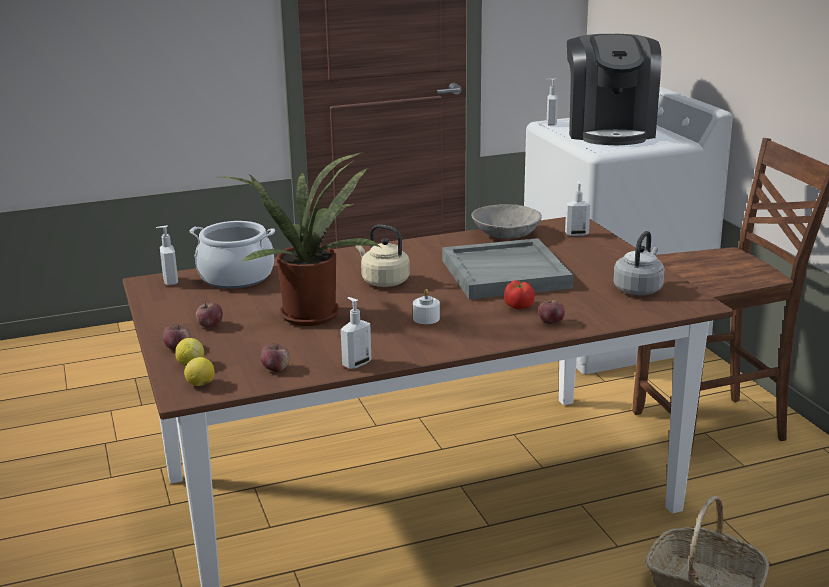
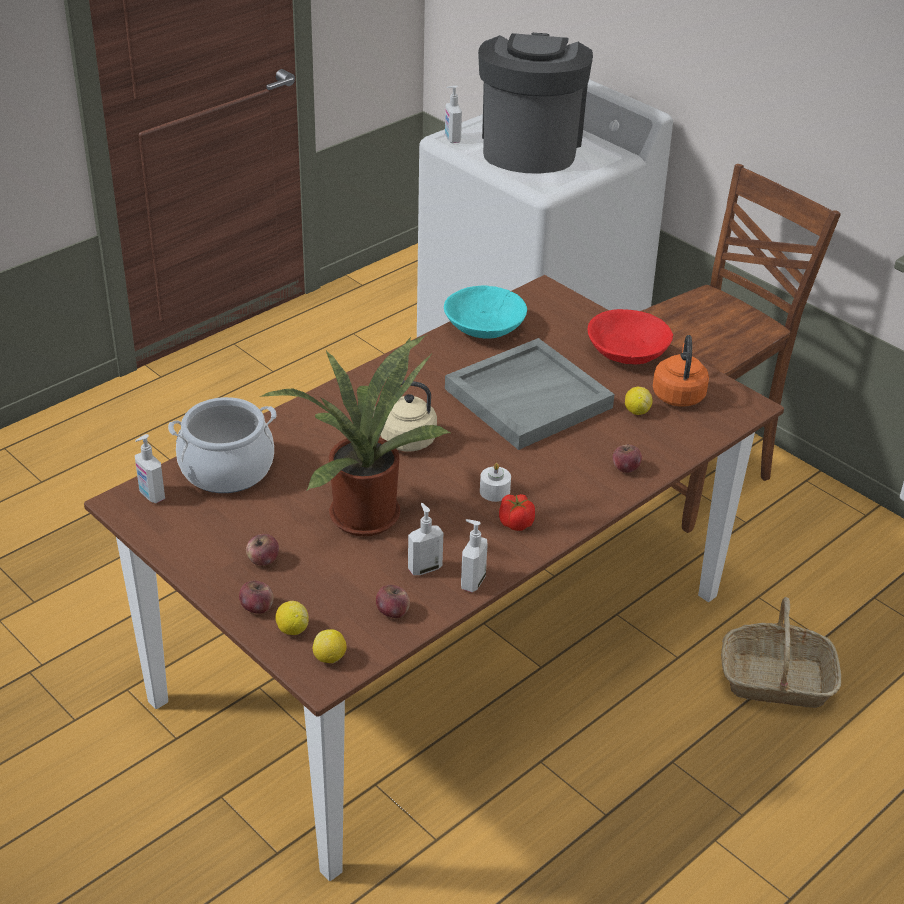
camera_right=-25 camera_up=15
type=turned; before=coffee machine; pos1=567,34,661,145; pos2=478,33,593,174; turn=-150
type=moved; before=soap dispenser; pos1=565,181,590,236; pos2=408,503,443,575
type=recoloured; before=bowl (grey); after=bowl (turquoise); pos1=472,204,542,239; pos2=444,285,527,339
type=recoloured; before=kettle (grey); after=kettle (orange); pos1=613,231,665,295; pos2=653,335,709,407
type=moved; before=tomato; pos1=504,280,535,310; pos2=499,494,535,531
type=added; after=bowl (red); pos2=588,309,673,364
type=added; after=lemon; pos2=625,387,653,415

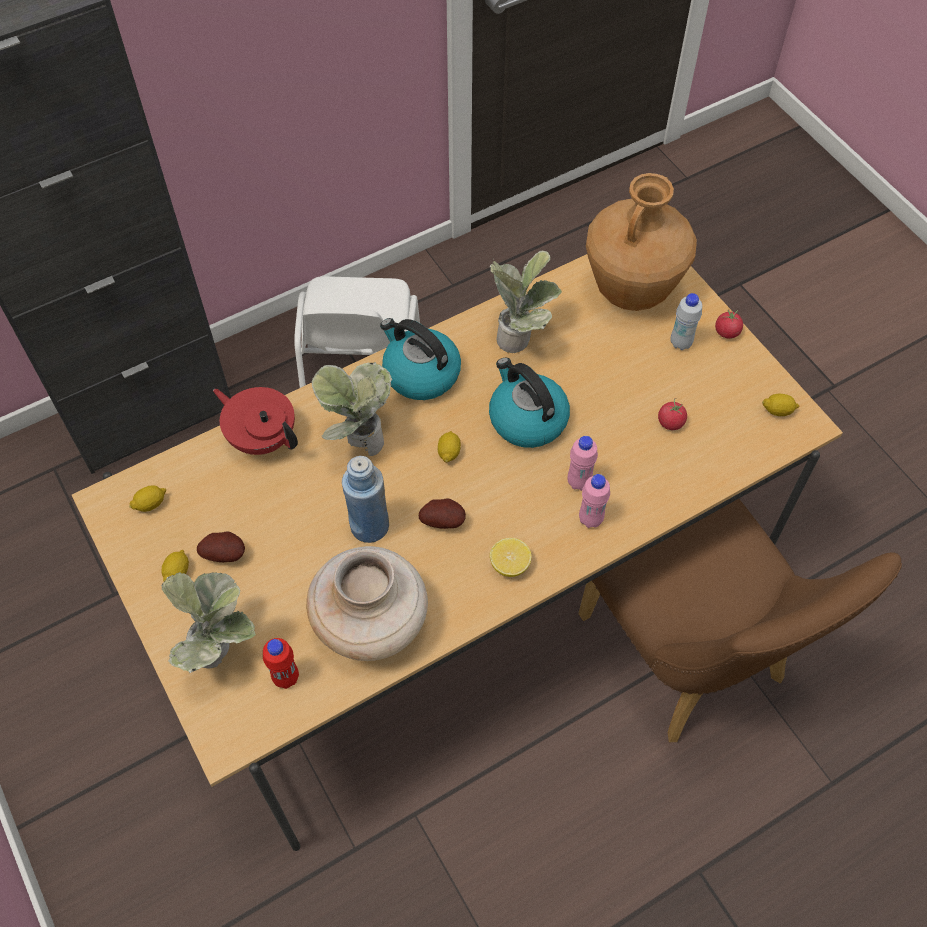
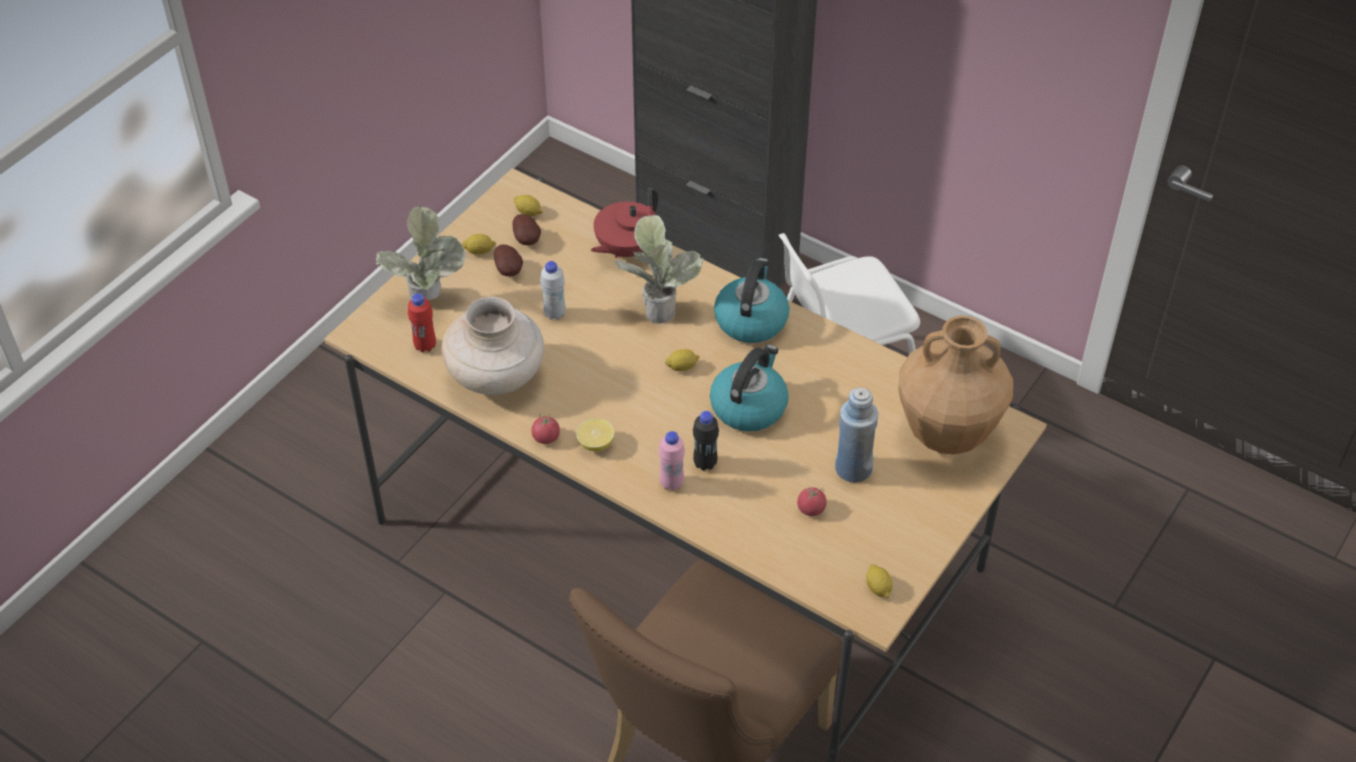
camera_right=65 camera_up=-10
type=removed; before=potted plant; pos1=489,251,562,353
type=moved; before=bottle (white); pos1=670,293,702,350; pos2=540,261,566,320
type=moved; before=tomato; pos1=715,310,743,339; pos2=531,414,560,444
type=turned; before=teapot (red); pos1=213,387,298,455; pos2=591,188,658,258; turn=-150
type=recoloured; before=bottle (pink); after=bottle (black); pos1=567,436,598,491; pos2=693,411,719,471
type=moved; before=bottle (blue); pos1=342,456,389,543; pos2=835,388,878,483
type=moved; before=potato; pos1=419,498,466,529; pos2=512,214,541,245

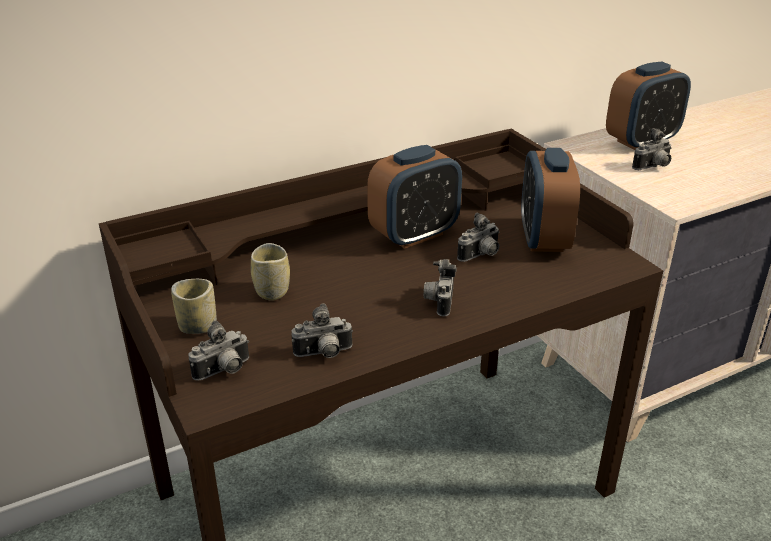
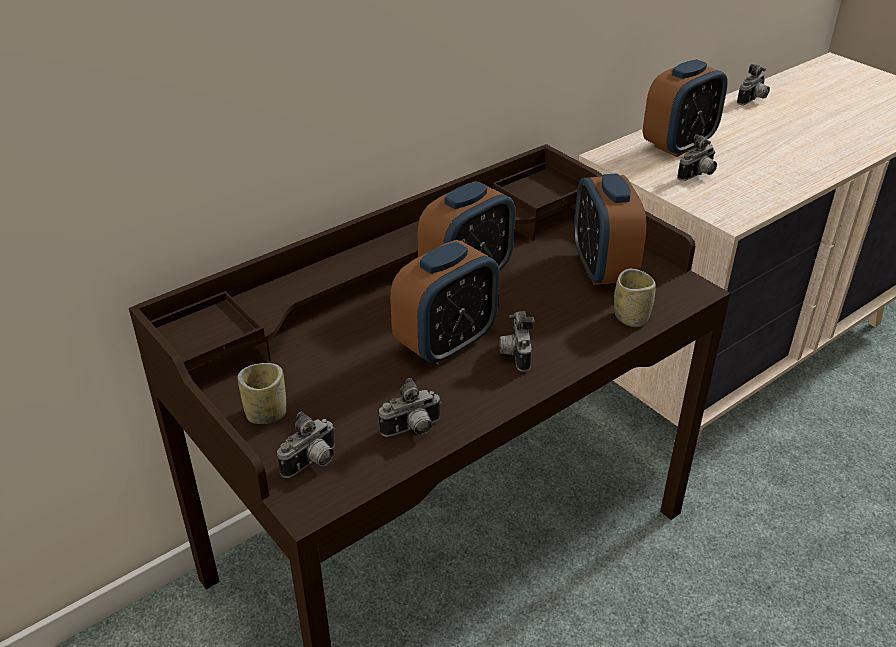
camera_right=-10 camera_up=5
type=moved; before=photo camera; pos1=457,212,500,262; pos2=737,64,770,105
type=moved; before=cup; pos1=251,243,290,301; pos2=614,269,656,327
type=added; after=alarm clock; pos2=390,240,500,365

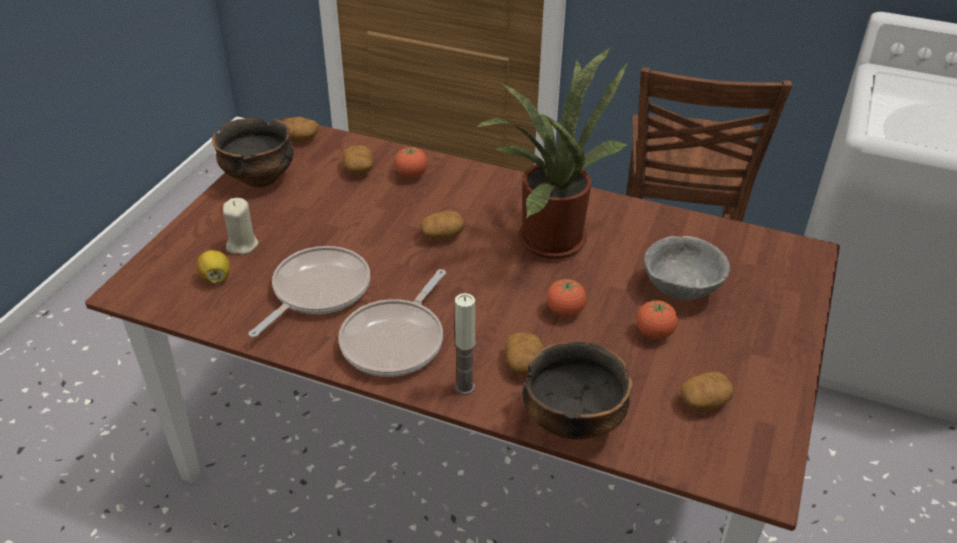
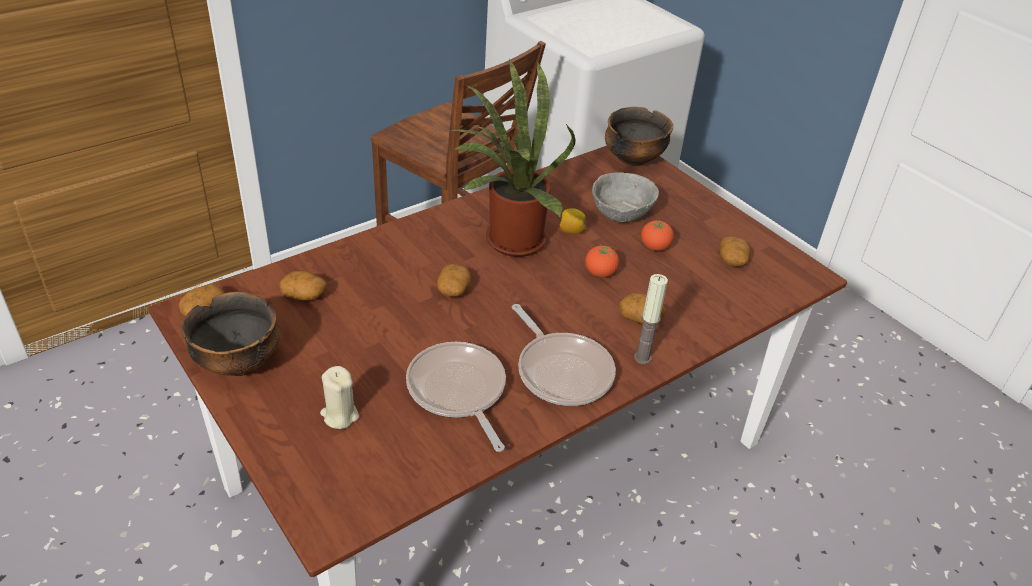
camera_right=-60 camera_up=0
type=removed; before=tomato; pos1=394,147,428,178
type=moved; before=lemon; pos1=196,250,230,284; pos2=559,208,586,234
type=moved; before=bowl; pos1=523,341,633,440; pos2=605,107,673,166

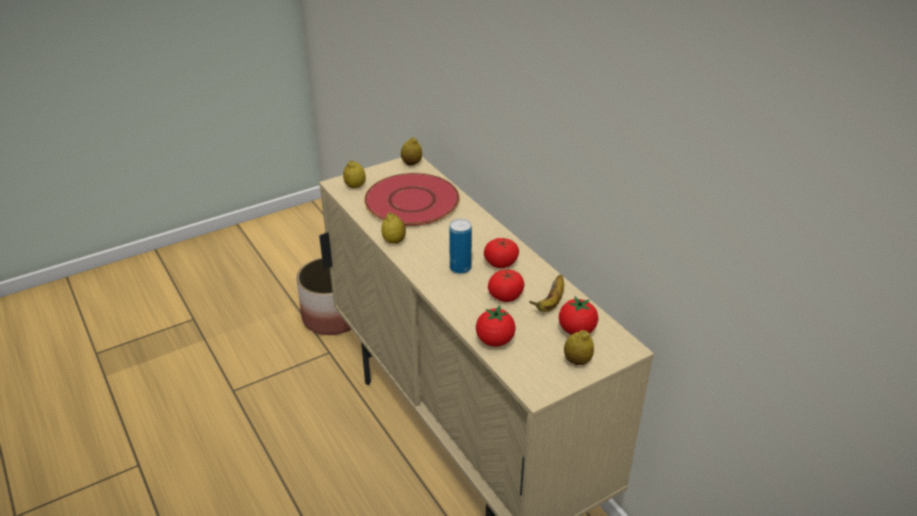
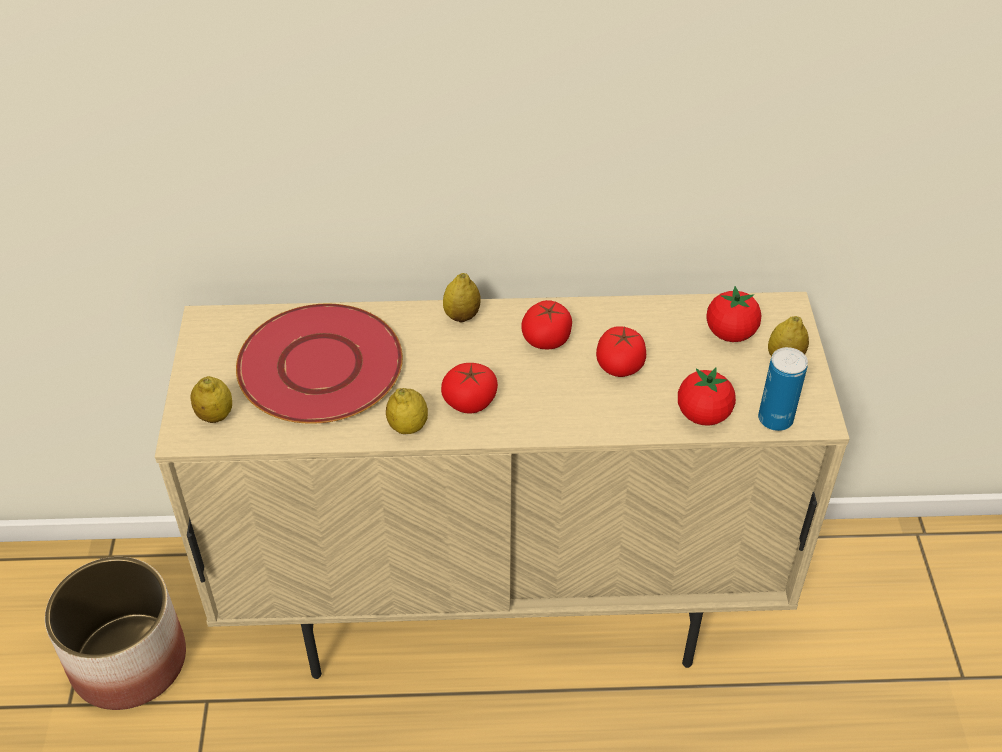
camera_right=-60 camera_up=10
type=moved; before=lemon; pos1=401,137,422,166; pos2=443,273,481,323
type=moved; before=can; pos1=449,219,472,274; pos2=758,347,808,431
type=removed; before=banana; pos1=529,275,564,312
type=added; after=tomato; pos2=441,363,498,414

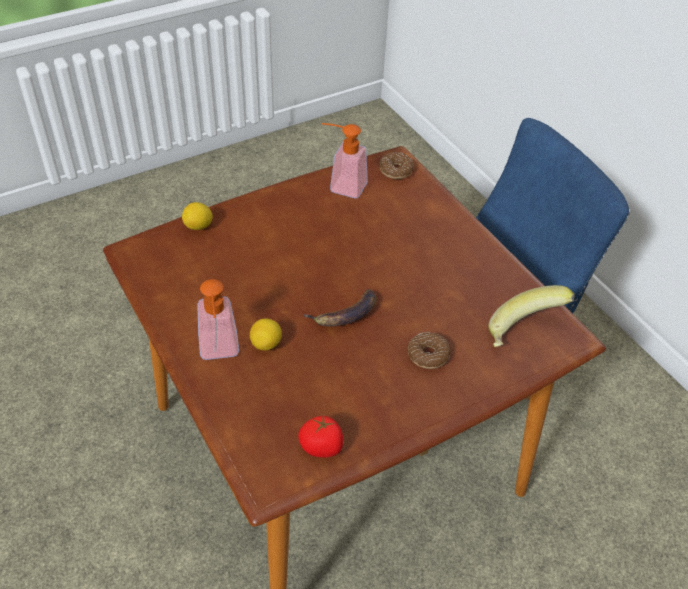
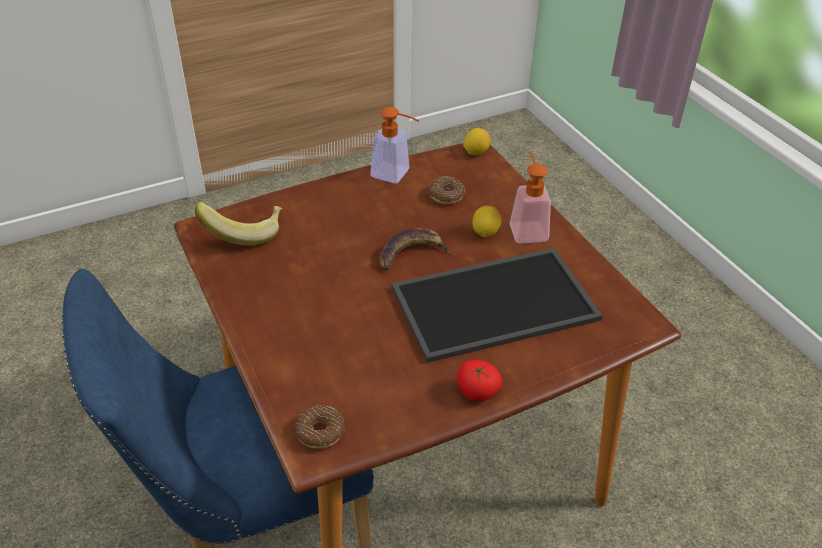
camera_right=-175 camera_up=-5
type=moved; before=soap dispenser; pos1=322,123,368,198; pos2=370,107,419,183
type=moved; before=lemon; pos1=182,202,213,230; pos2=463,128,491,155
type=moved; before=donut; pos1=407,332,451,369; pos2=428,176,465,204
type=moved; before=tomato; pos1=298,414,343,458; pos2=457,360,502,401
type=added; after=tray; pos2=392,248,603,363

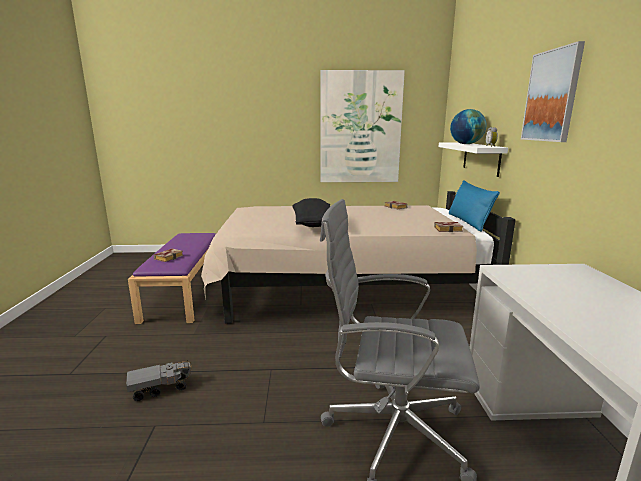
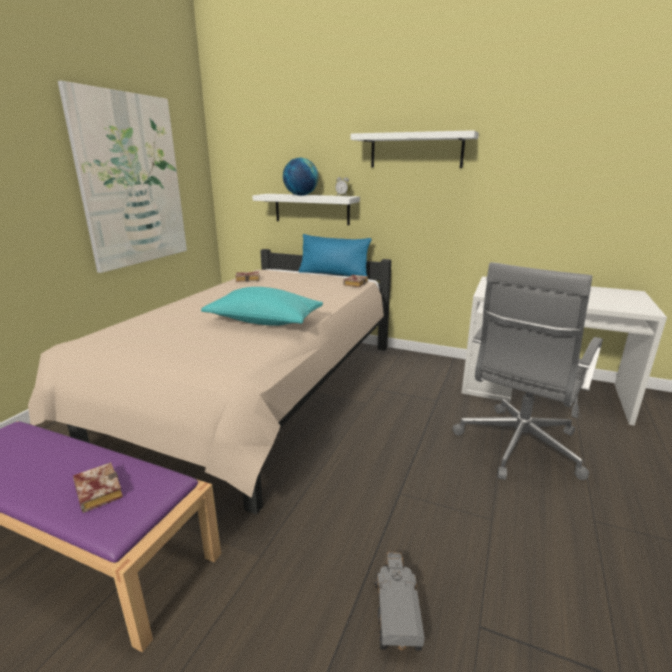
camera_right=-65 camera_up=5
type=replaced; before=picture; after=shelf (white); pos1=521,41,585,142; pos2=351,130,479,168
type=recoloured; before=pillow (black); after=pillow (turquoise); pos1=293,198,330,227; pos2=201,287,323,326

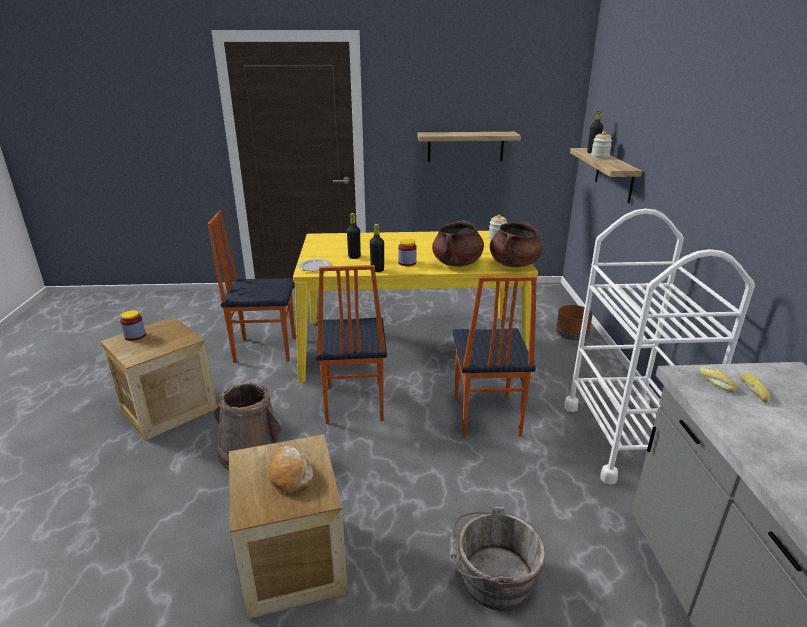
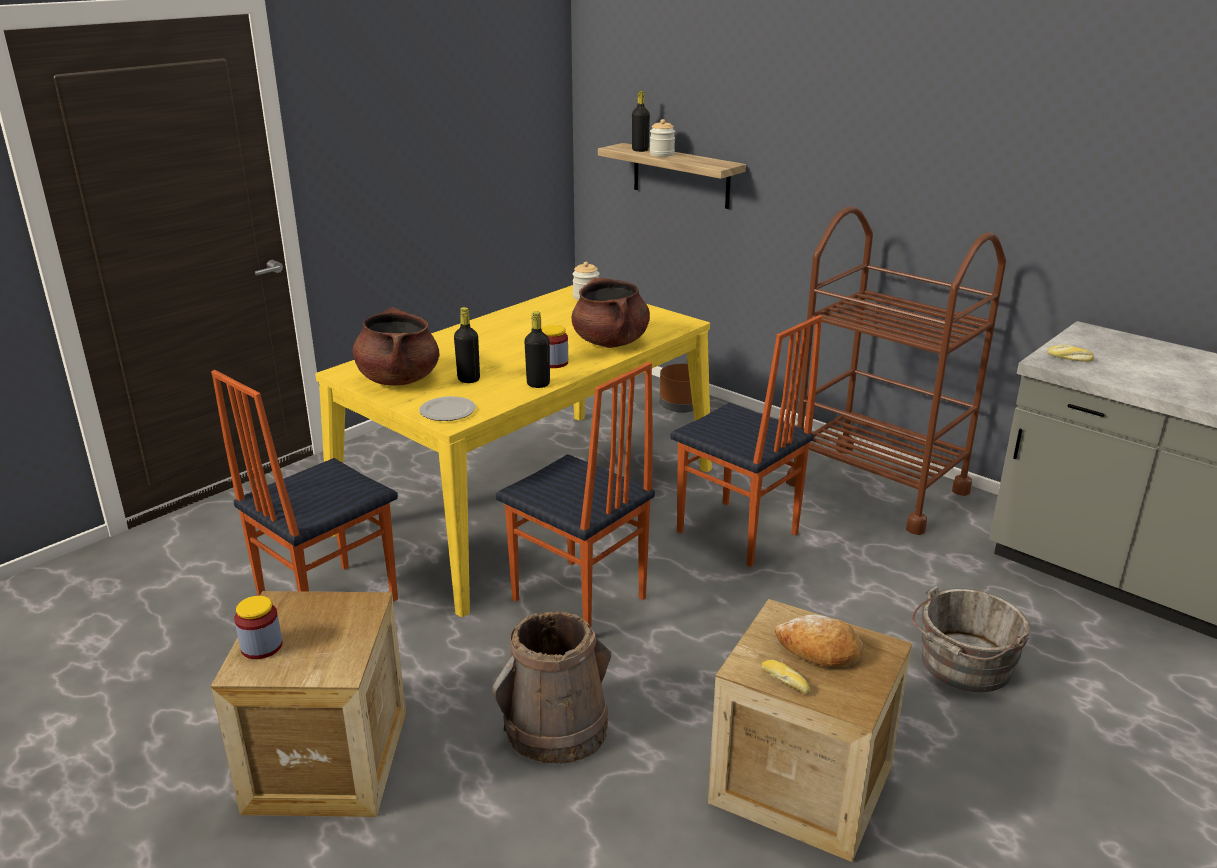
camera_right=-45 camera_up=0
type=removed; before=shelf; pos1=417,132,521,162
type=recoloured; before=cart (white); after=cart (brown); pos1=564,209,755,485; pos2=786,207,1006,535
type=moved; before=cooking pot (brown); pos1=490,221,542,267; pos2=352,307,439,386
type=moved; before=bread; pos1=740,374,770,403; pos2=762,660,810,695

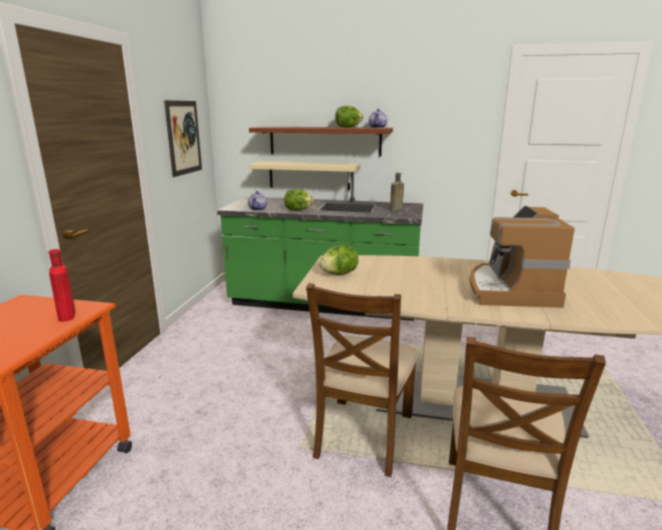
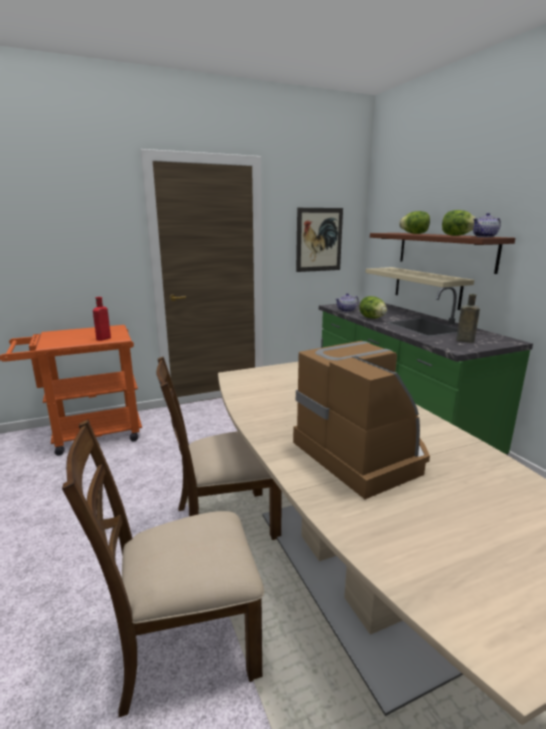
camera_right=55 camera_up=0
type=turned; before=coffee machine; pos1=469,206,575,308; pos2=293,341,430,499; turn=90
type=moved; before=lettuce; pos1=319,245,359,275; pos2=399,211,430,234

